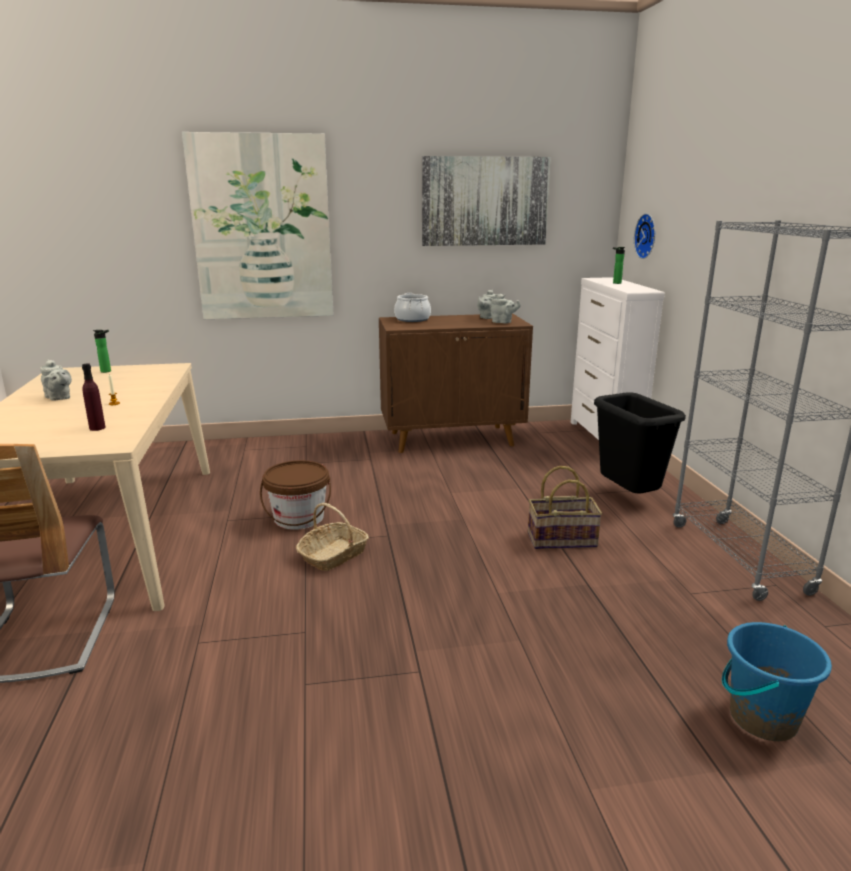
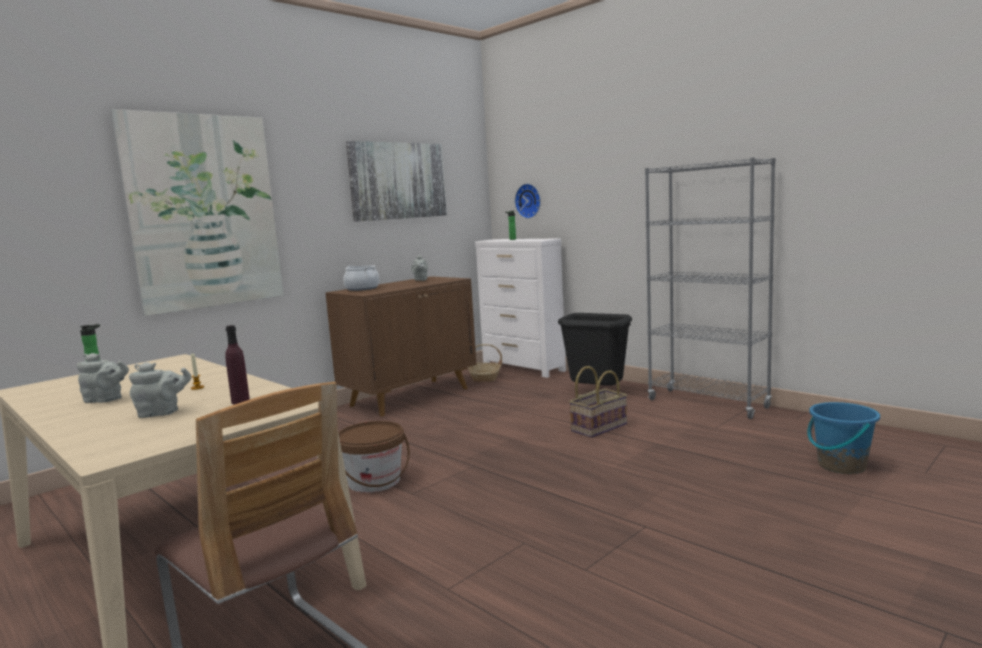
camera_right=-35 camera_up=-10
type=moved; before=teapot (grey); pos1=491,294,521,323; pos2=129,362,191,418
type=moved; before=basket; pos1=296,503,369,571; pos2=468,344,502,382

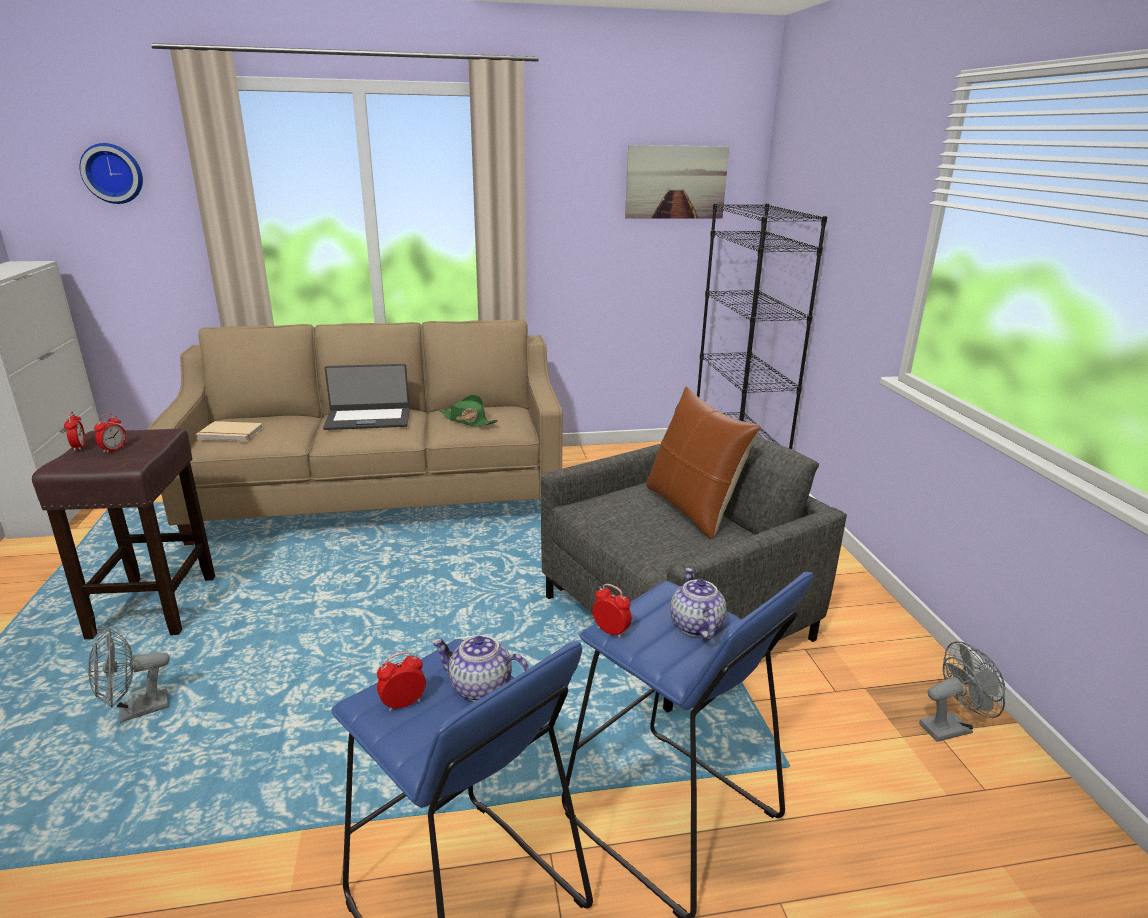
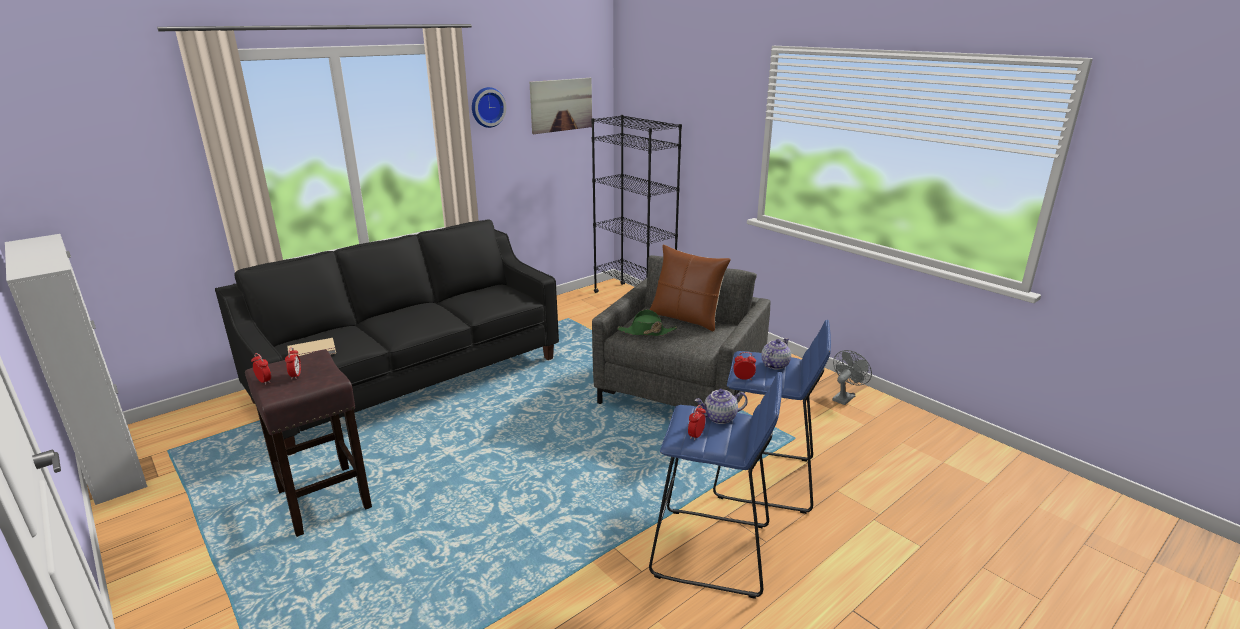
camera_right=-30 camera_up=0
type=moved; before=wall clock; pos1=80,143,143,204; pos2=472,87,506,128
type=recoloured; before=sofa (beige); after=sofa (black); pos1=147,320,563,546; pos2=215,219,559,455
type=removed; before=laptop; pos1=323,364,410,430
type=moved; before=hat (green); pos1=440,394,498,427; pos2=617,309,677,336
type=turned; before=teapot; pos1=670,568,726,640; pos2=761,338,791,370; turn=75
type=removed; before=fan (grey); pos1=88,628,170,723

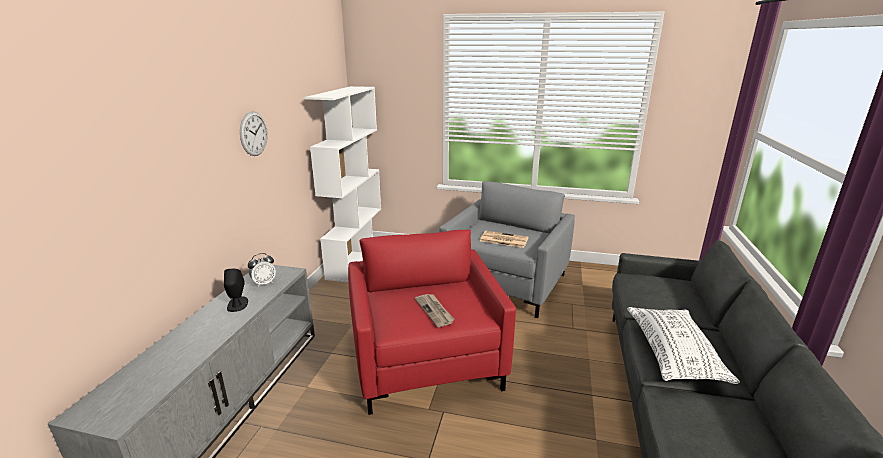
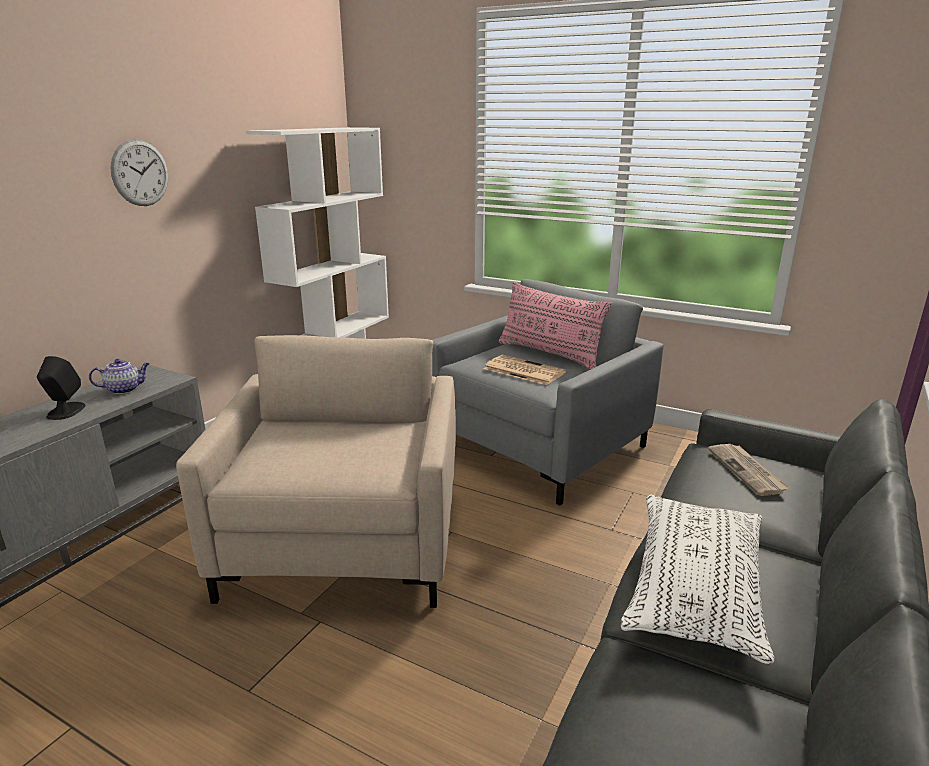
camera_right=15 camera_up=0
type=recoloured; before=armchair (red); after=armchair (beige); pos1=348,230,516,415; pos2=176,335,456,608
type=replaced; before=alarm clock; after=teapot; pos1=248,253,276,287; pos2=89,359,150,394
type=moved; before=newspaper; pos1=415,294,455,327; pos2=708,444,790,496
type=added; after=pillow (pink); pos2=499,282,612,369

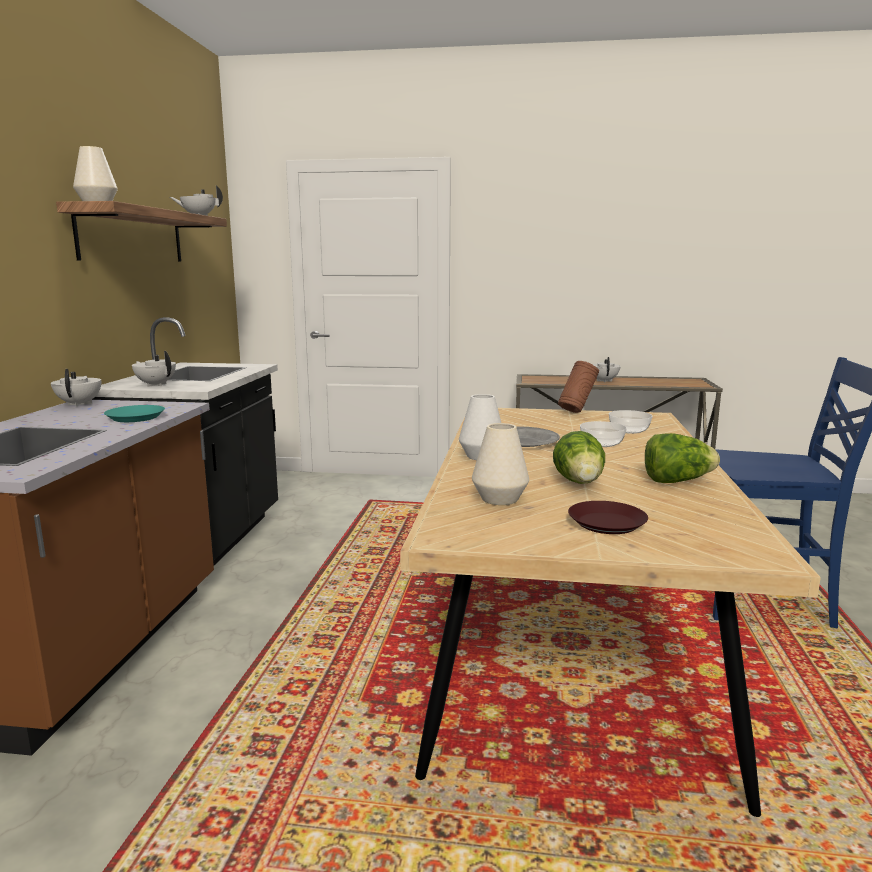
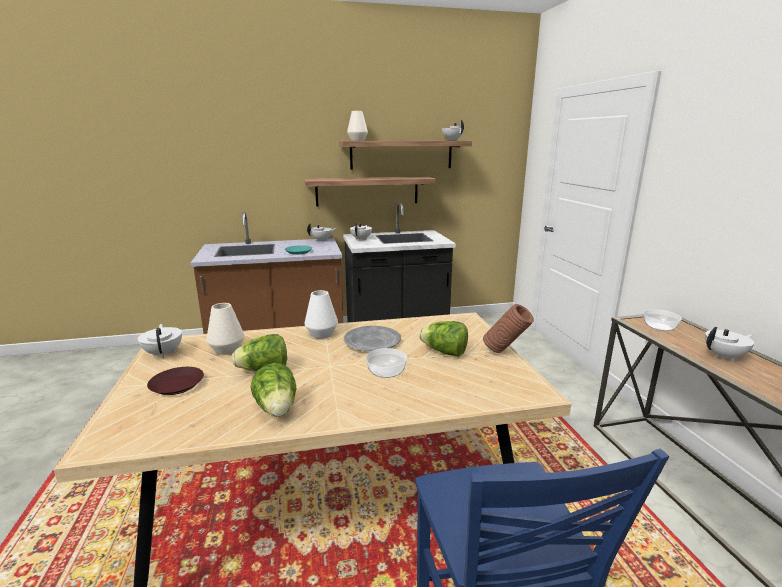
camera_right=70 camera_up=5
type=moved; before=bowl; pos1=609,410,652,434; pos2=644,309,682,331
type=added; after=shelf; pos2=304,176,436,206
type=added; after=lettuce; pos2=419,321,468,357
type=added; after=teapot (white); pos2=138,324,182,358

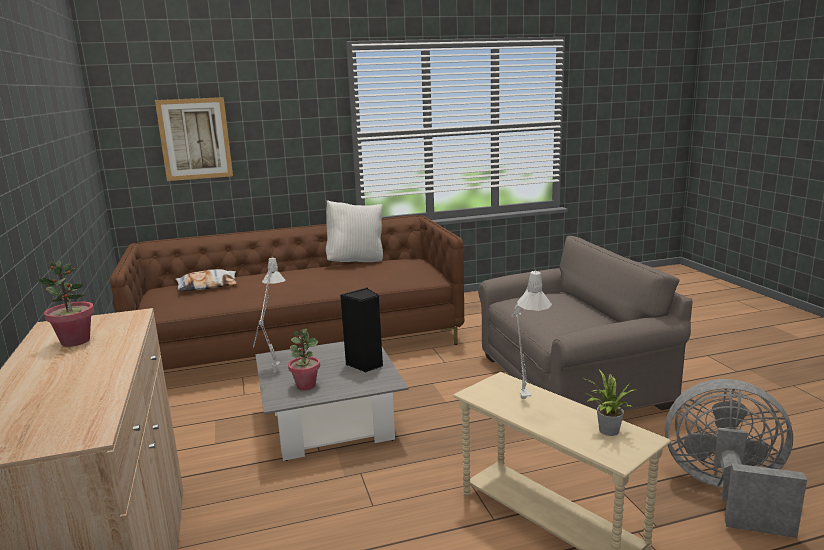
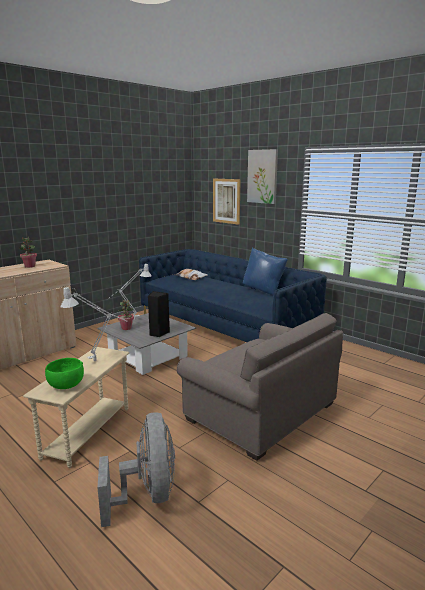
camera_right=60 camera_up=0
type=recoloured; before=pillow (white); after=pillow (blue); pos1=326,200,383,262; pos2=243,248,288,295
type=recoloured; before=sofa (brown); after=sofa (blue); pos1=110,215,464,370; pos2=139,249,327,342
type=replaced; before=potted plant; after=bowl (green); pos1=585,370,635,436; pos2=45,358,84,389
type=added; after=picture; pos2=247,149,278,204

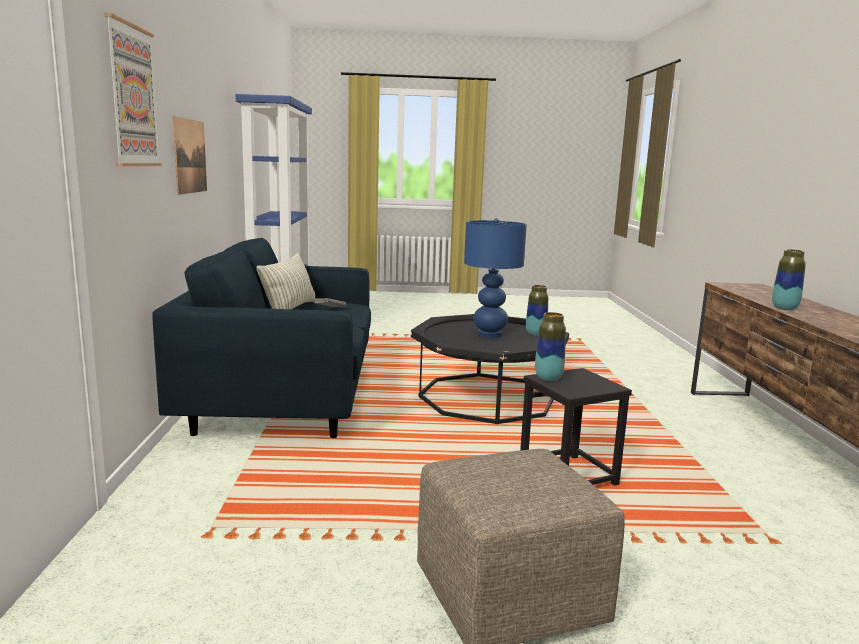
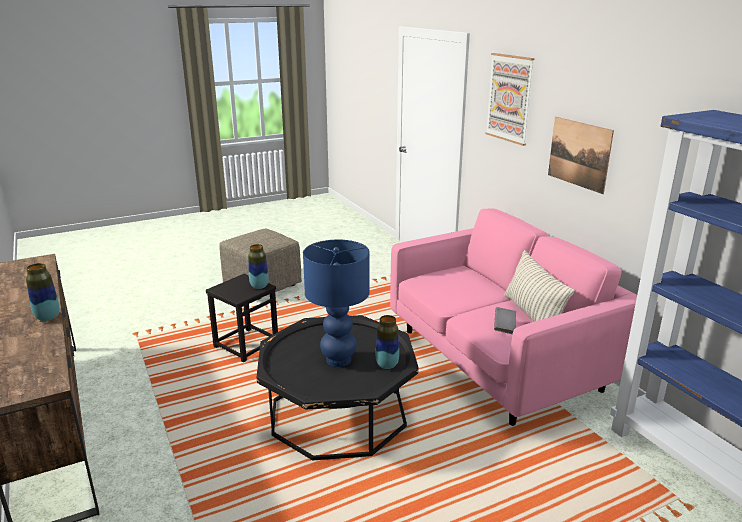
camera_right=155 camera_up=10
type=recoloured; before=sofa (blue); after=sofa (pink); pos1=152,238,371,438; pos2=390,209,637,426
type=moved; before=vase; pos1=526,285,548,336; pos2=376,315,399,369

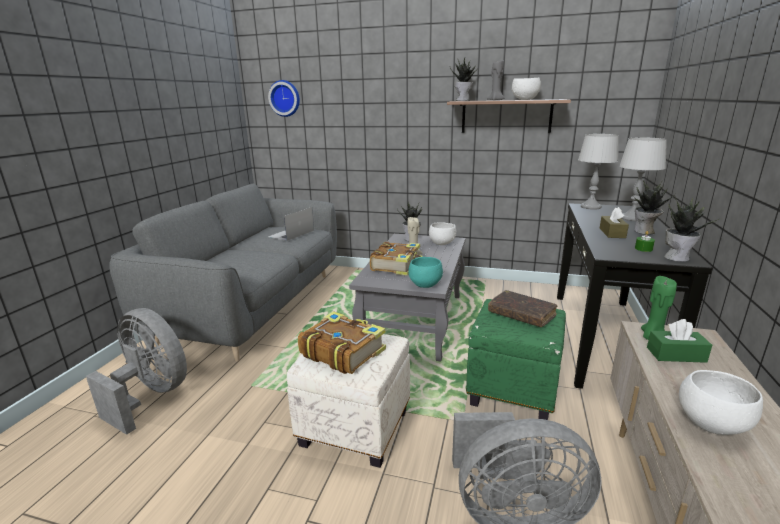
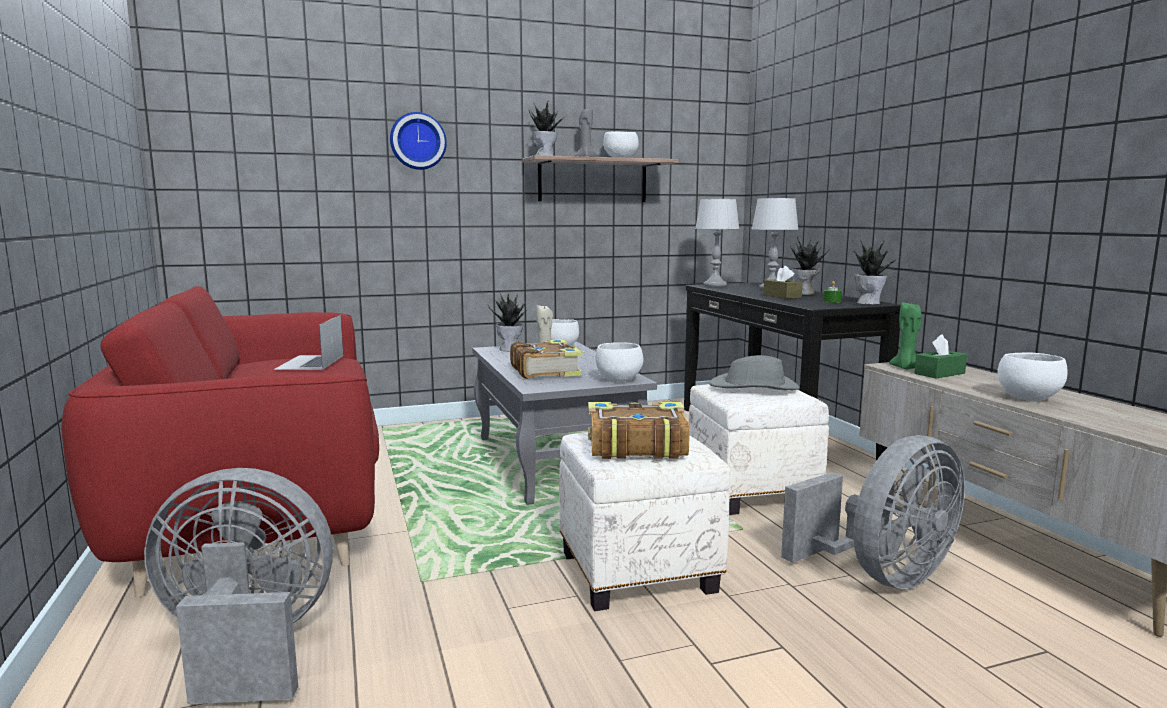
camera_right=-35 camera_up=-10
type=moved; before=wall clock; pos1=268,80,300,117; pos2=390,112,447,170
type=recoloured; before=sofa (grey); after=sofa (red); pos1=109,184,337,361; pos2=62,286,379,597
type=recoloured; before=bowl (turquoise); after=bowl (white); pos1=408,257,443,288; pos2=596,342,643,382
type=replaced; before=book (brown); after=hat (grey); pos1=488,290,558,327; pos2=709,355,800,390
type=recoloured; before=ottoman (green); after=ottoman (white); pos1=466,299,566,420; pos2=689,384,829,515

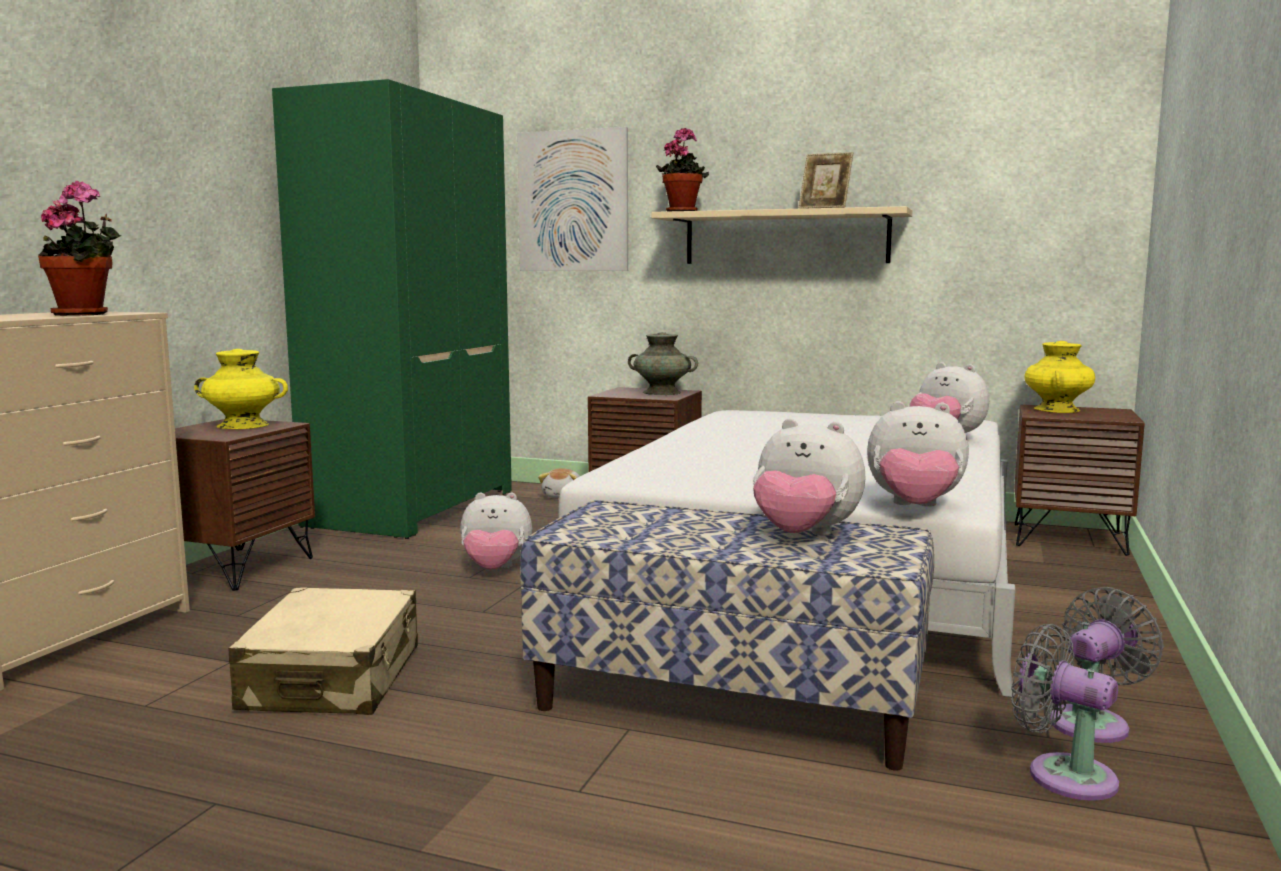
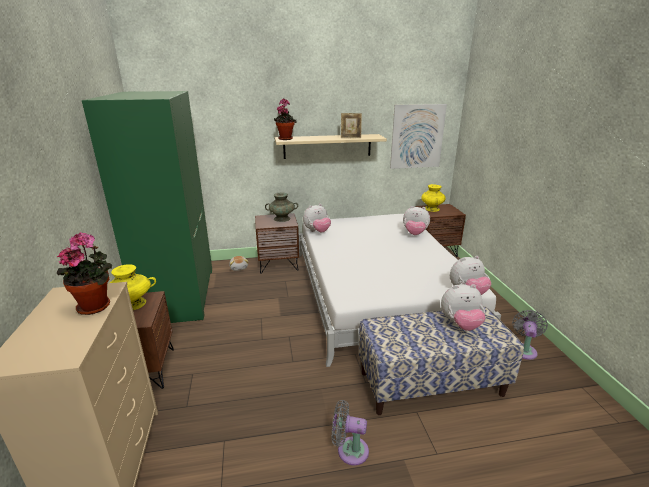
camera_right=-30 camera_up=15
type=moved; before=picture; pos1=517,127,628,271; pos2=390,104,447,169
type=moved; before=plush toy; pos1=460,492,532,569; pos2=303,204,331,232
type=removed; before=suitcase (beige); pos1=229,587,418,715
type=moved; before=fan (grey); pos1=1011,624,1119,801; pos2=332,400,369,466

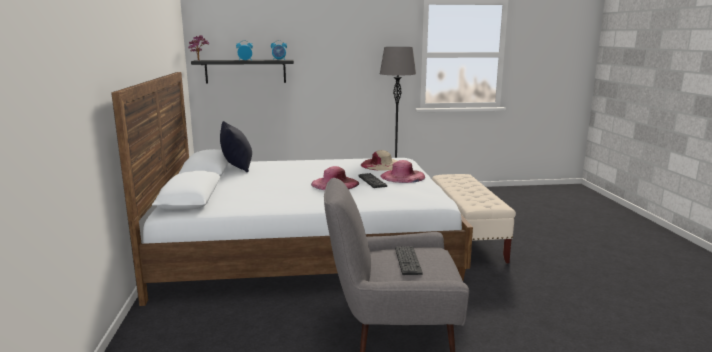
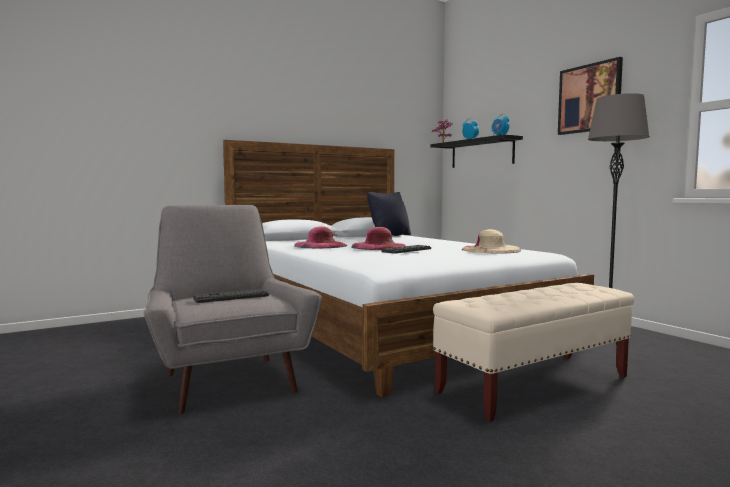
camera_right=65 camera_up=-10
type=moved; before=hat (pink); pos1=380,160,425,183; pos2=294,226,347,249
type=added; after=picture; pos2=558,57,623,135

